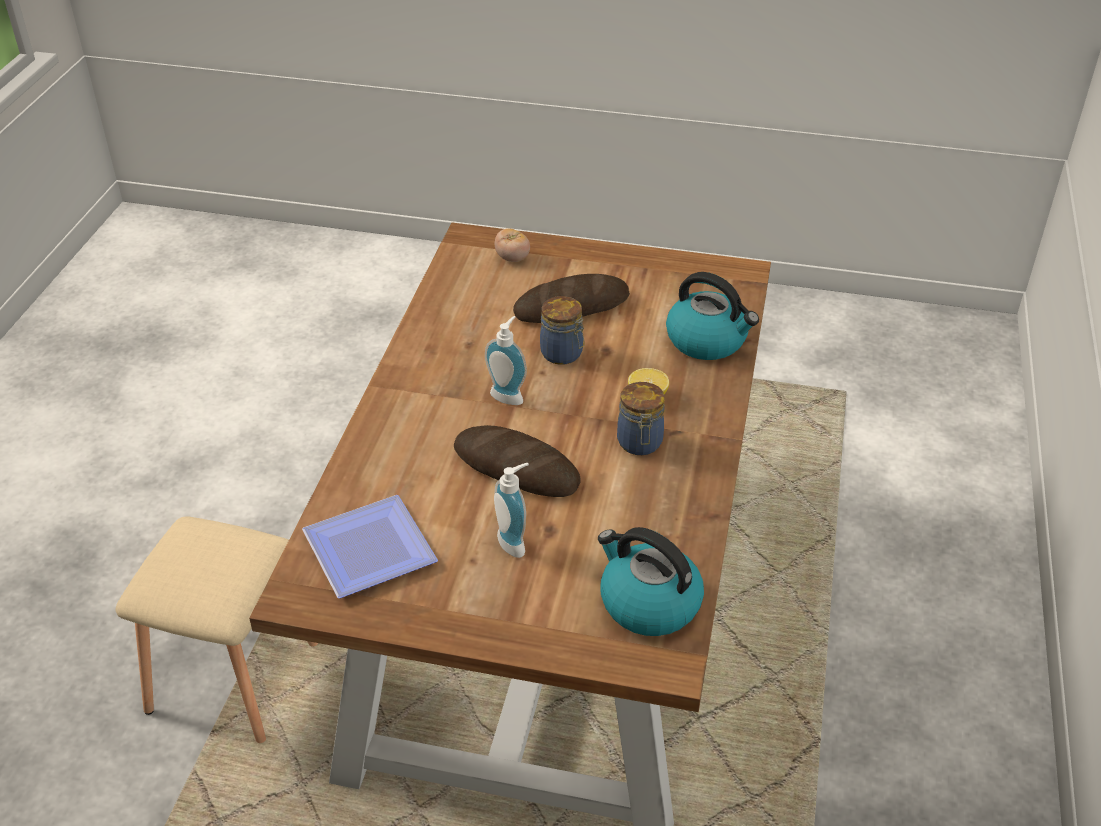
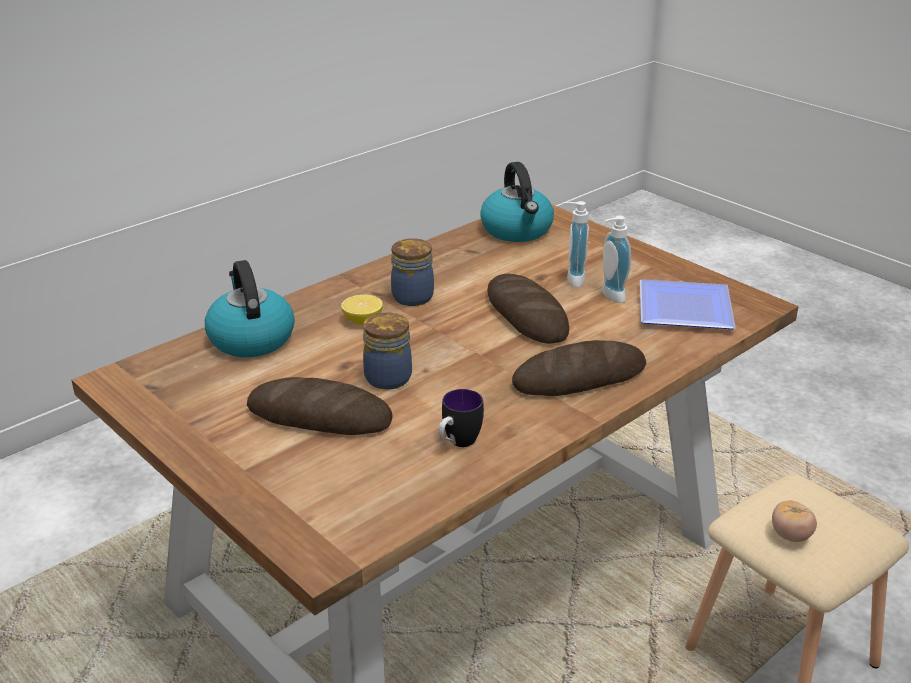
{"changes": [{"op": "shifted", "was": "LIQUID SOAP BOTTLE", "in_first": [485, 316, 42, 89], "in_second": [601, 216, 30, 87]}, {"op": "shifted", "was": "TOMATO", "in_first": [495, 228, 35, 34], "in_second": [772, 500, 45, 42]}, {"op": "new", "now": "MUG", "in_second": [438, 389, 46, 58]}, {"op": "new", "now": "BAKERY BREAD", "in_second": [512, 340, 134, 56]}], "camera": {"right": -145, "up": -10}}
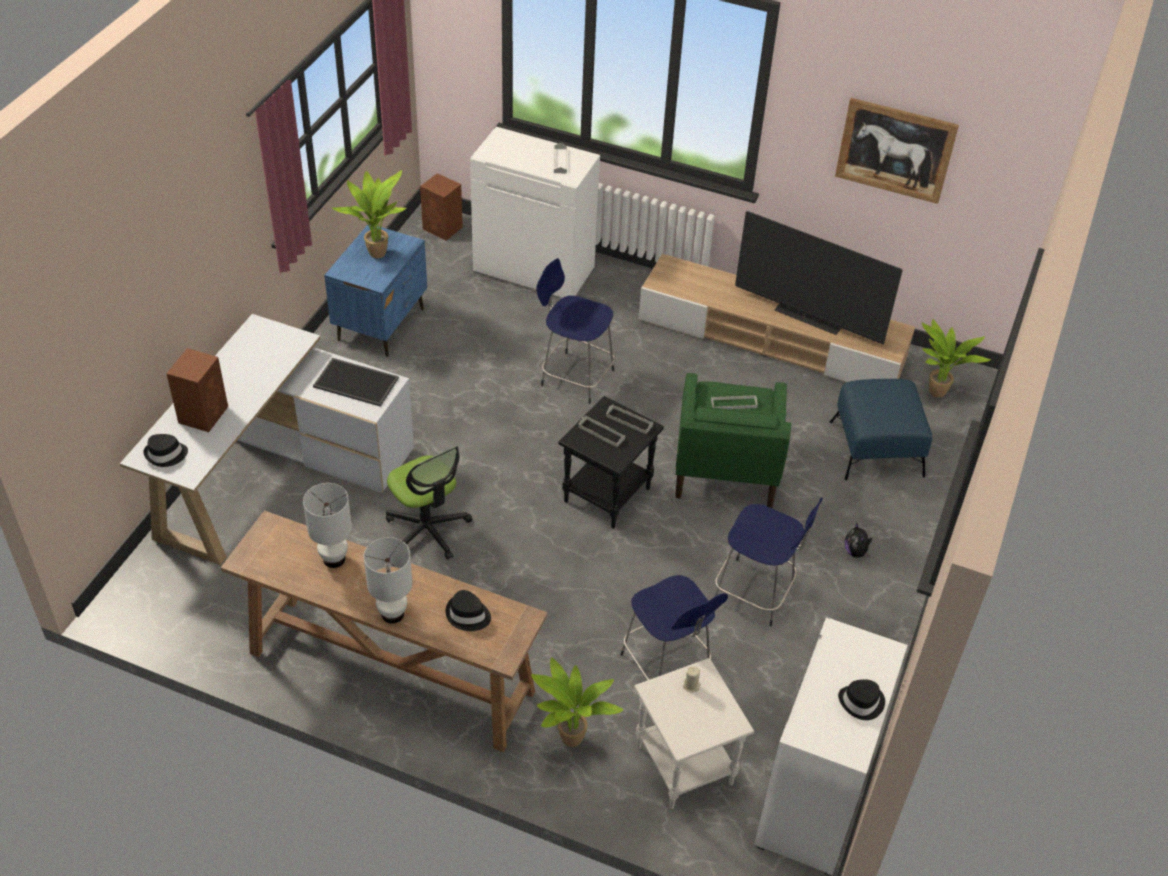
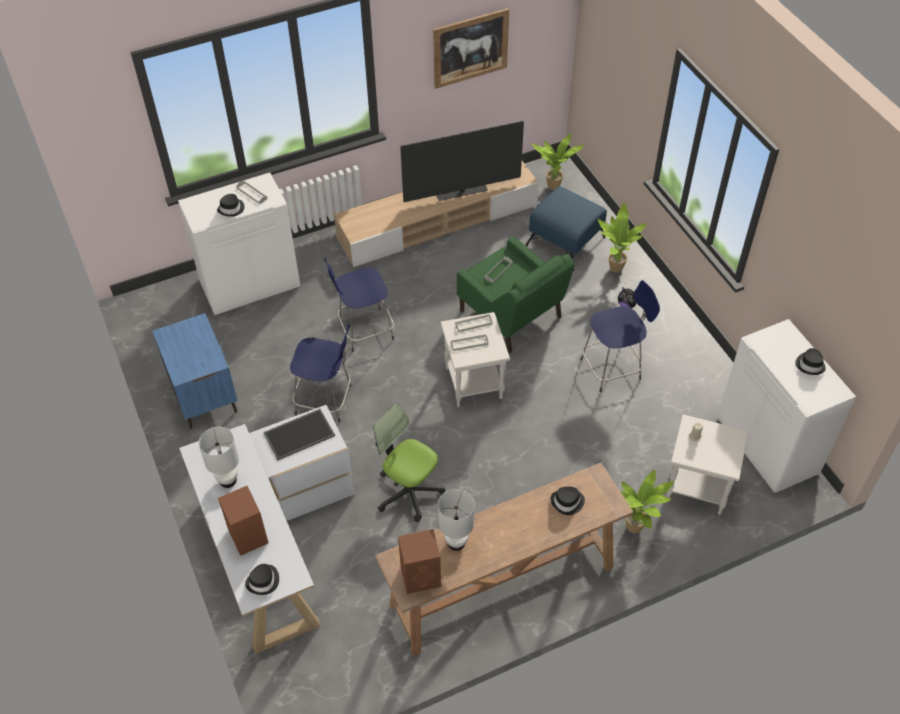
{"changes": [{"op": "shifted", "was": "PLANT IN A POT", "in_first": [332, 170, 74, 88], "in_second": [598, 202, 49, 71]}, {"op": "shifted", "was": "WHITISH TABLE LAMP", "in_first": [364, 537, 48, 86], "in_second": [199, 427, 40, 61]}, {"op": "rotated", "was": "DESK CHAIR", "in_first": [386, 446, 86, 114], "in_second": [374, 404, 71, 118], "clockwise": -150}, {"op": "shifted", "was": "BROWN LOUDSPEAKER", "in_first": [420, 173, 43, 67], "in_second": [398, 529, 43, 65]}, {"op": "repainted", "was": "BLACKISH ACCENT TABLE", "now": "WHITISH ACCENT TABLE", "in_first": [558, 396, 106, 133], "in_second": [440, 312, 70, 95]}, {"op": "shifted", "was": "BLUE-COLOURED STOOL SEAT", "in_first": [620, 575, 108, 105], "in_second": [290, 324, 61, 98]}, {"op": "new", "now": "BLACKISH WEARABLE HAT", "in_second": [217, 194, 27, 23]}], "camera": {"right": -45, "up": 5}}
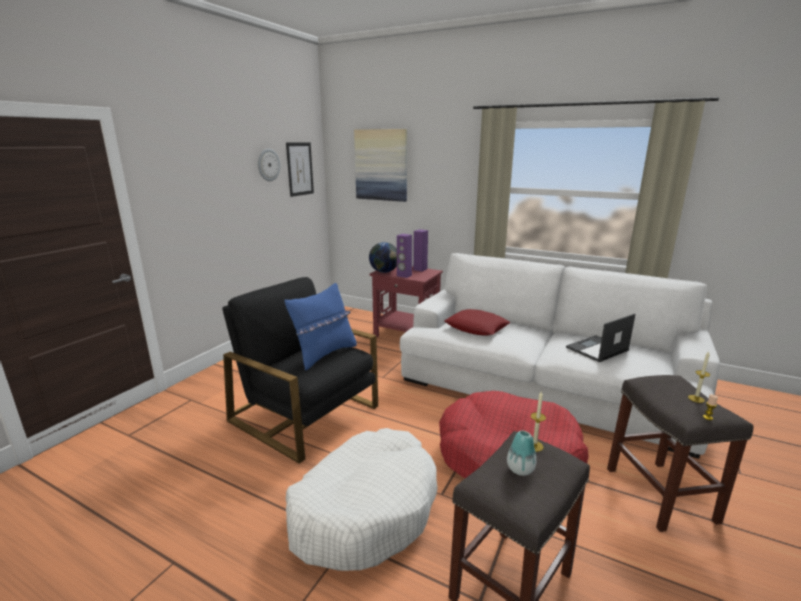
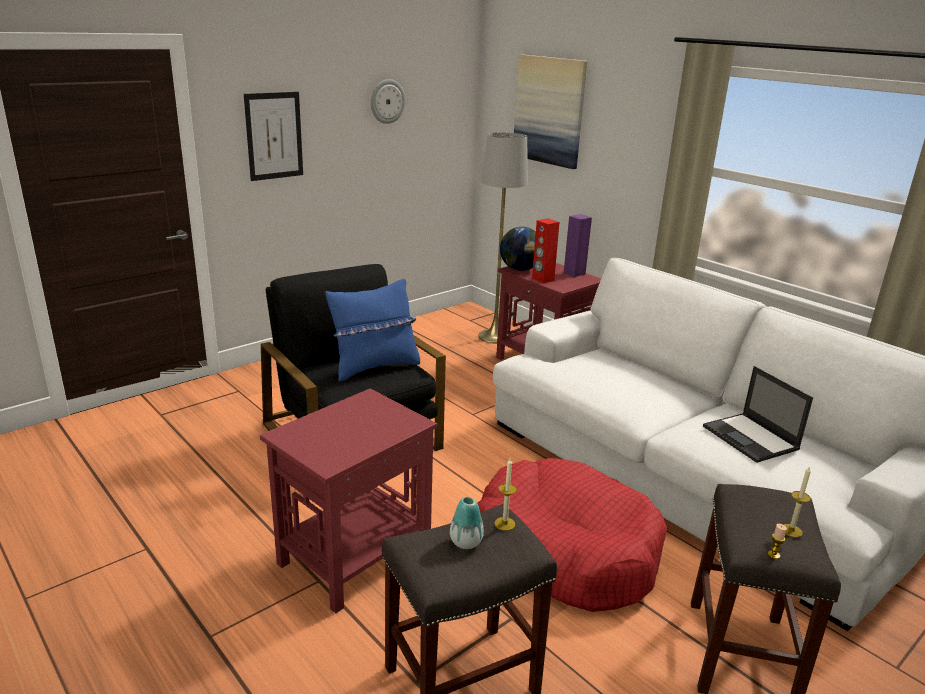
{"changes": [{"op": "shifted", "was": "WALL ART", "in_first": [286, 142, 28, 55], "in_second": [244, 92, 59, 89]}, {"op": "swapped", "was": "WHITISH DOG CUSHION", "now": "RED-COLOURED ACCENT TABLE", "in_first": [286, 428, 152, 143], "in_second": [260, 388, 177, 226]}, {"op": "repainted", "was": "PURPLISH LOUDSPEAKER", "now": "RED-COLOURED LOUDSPEAKER", "in_first": [397, 234, 15, 44], "in_second": [532, 218, 27, 65]}, {"op": "gone", "was": "RED-COLOURED THROW PILLOW", "in_first": [445, 309, 65, 27]}, {"op": "rotated", "was": "LAPTOP", "in_first": [566, 314, 69, 48], "in_second": [703, 366, 110, 97], "clockwise": -105}, {"op": "new", "now": "GREYISH STANDING LAMP", "in_second": [478, 132, 50, 212]}], "camera": {"right": 20, "up": 5}}
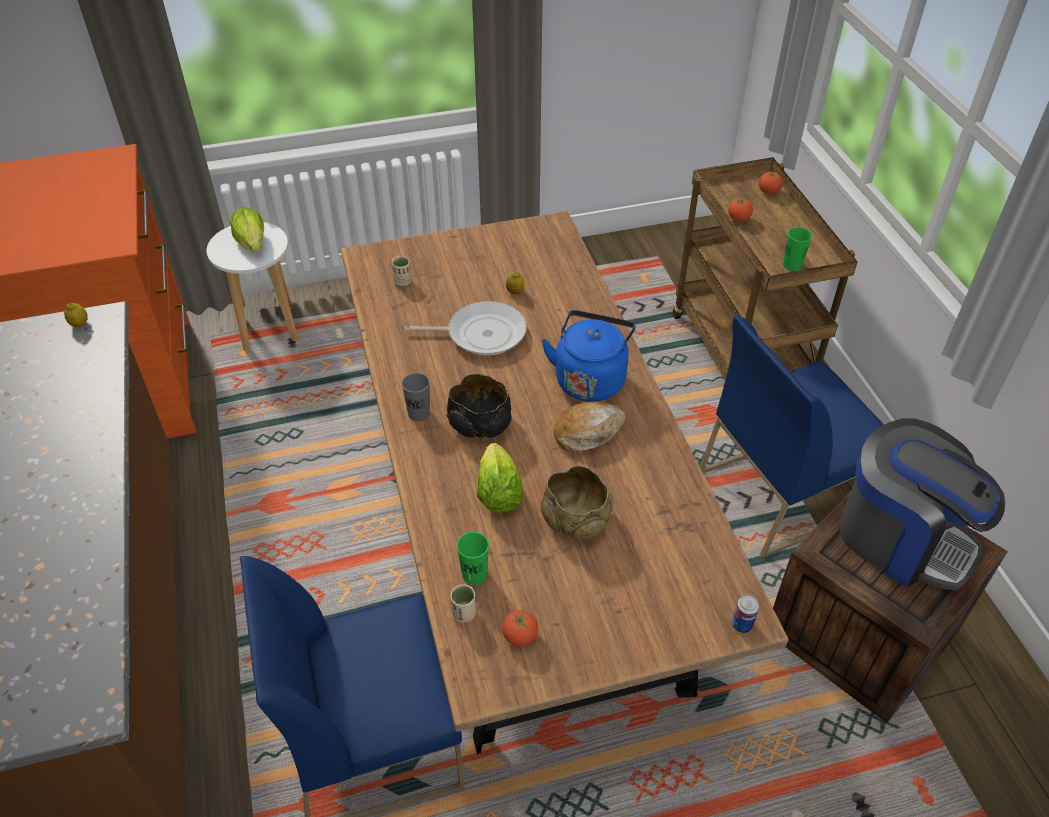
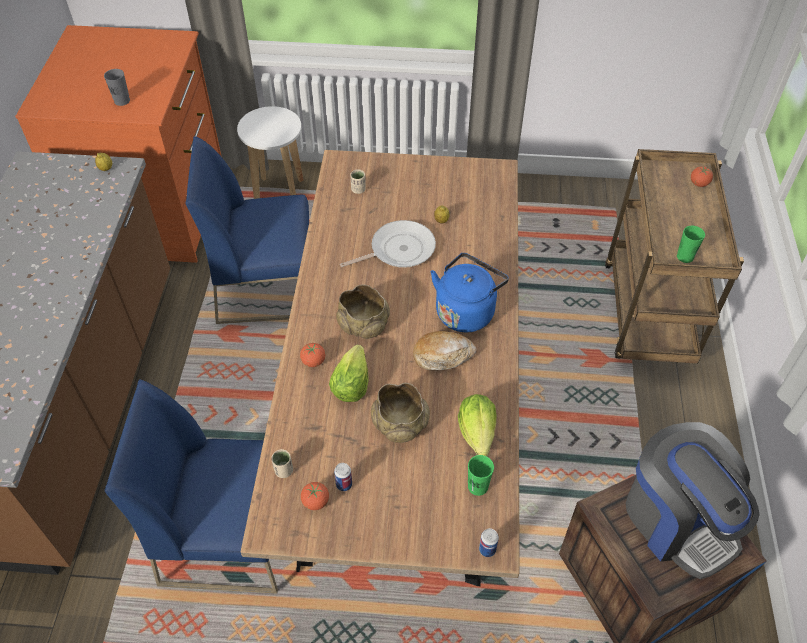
{"changes": [{"op": "shifted", "was": "LETTUCE HEAD", "in_first": [230, 208, 34, 43], "in_second": [458, 394, 39, 62]}, {"op": "shifted", "was": "GREYISH CUP", "in_first": [402, 373, 28, 48], "in_second": [104, 69, 26, 37]}, {"op": "rotated", "was": "PAN", "in_first": [405, 301, 122, 54], "in_second": [340, 220, 96, 48], "clockwise": -45}, {"op": "repainted", "was": "BLACKISH SERVING BOWL", "now": "BEIGE SERVING BOWL", "in_first": [446, 374, 66, 64], "in_second": [336, 285, 54, 54]}, {"op": "shifted", "was": "GREEN CUP", "in_first": [457, 532, 32, 53], "in_second": [468, 455, 26, 41]}, {"op": "shifted", "was": "BLUE-COLOURED PLAIN CHAIR", "in_first": [700, 316, 184, 242], "in_second": [186, 136, 123, 188]}, {"op": "shifted", "was": "TOMATO", "in_first": [728, 198, 25, 24], "in_second": [300, 343, 25, 24]}, {"op": "new", "now": "CAN", "in_second": [334, 463, 18, 28]}], "camera": {"right": 20, "up": 5}}
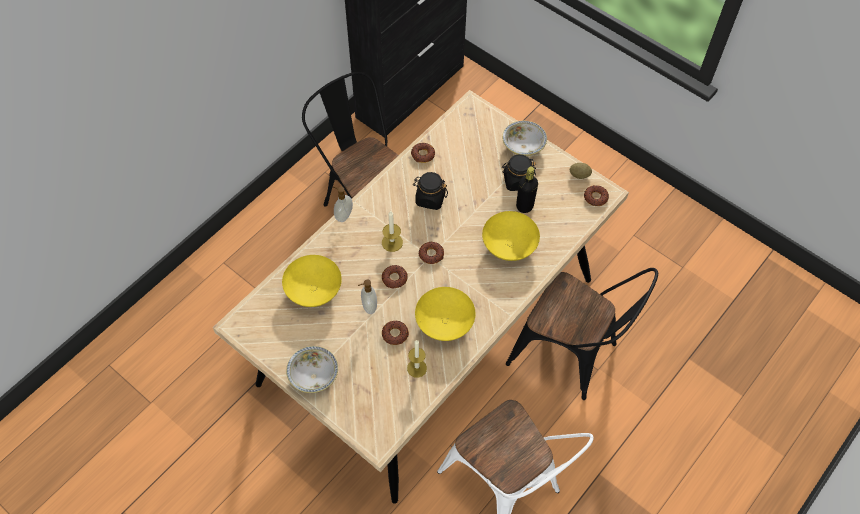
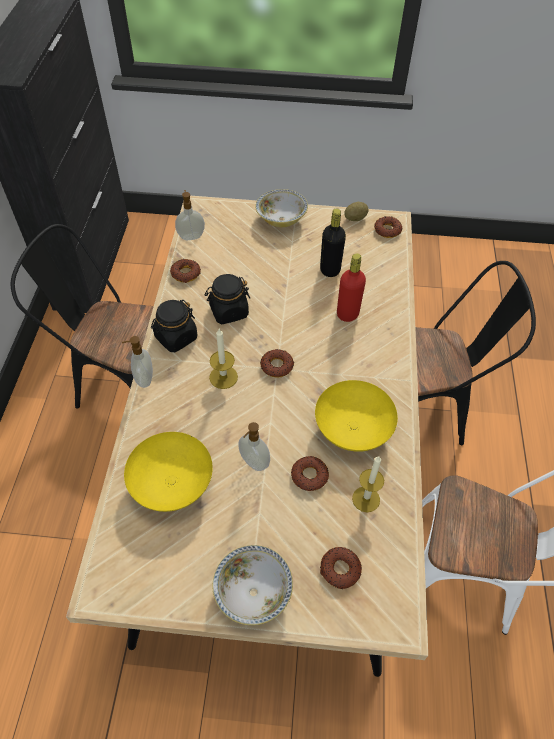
{"changes": [{"op": "shifted", "was": "DONUT", "in_first": [382, 265, 26, 23], "in_second": [320, 547, 42, 42]}, {"op": "swapped", "was": "YELLOW-COLOURED SERVING BOWL", "now": "RED-COLOURED BEVERAGE BOTTLE", "in_first": [482, 211, 58, 50], "in_second": [337, 254, 29, 68]}, {"op": "shifted", "was": "BLACKISH JAR", "in_first": [502, 154, 34, 37], "in_second": [151, 300, 46, 52]}, {"op": "new", "now": "LIQUID SOAP BOTTLE", "in_second": [175, 190, 30, 50]}], "camera": {"right": -35, "up": -5}}
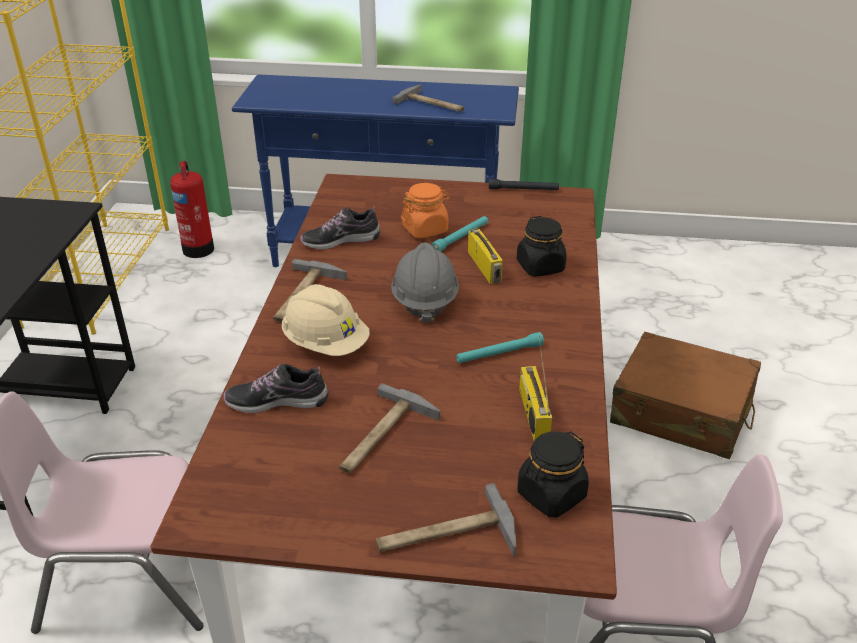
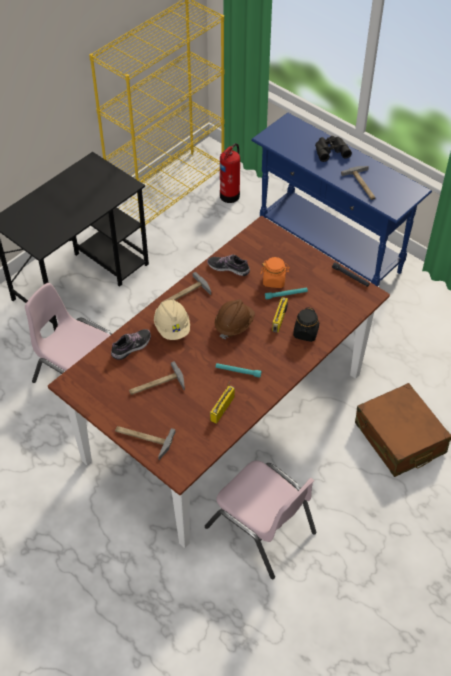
{"changes": [{"op": "rotated", "was": "ITEM OF FOOTWEAR", "in_first": [224, 364, 104, 49], "in_second": [111, 329, 40, 31], "clockwise": 105}, {"op": "repainted", "was": "GREYISH HARD HAT", "now": "BROWN HARD HAT", "in_first": [391, 242, 68, 81], "in_second": [215, 299, 40, 41]}, {"op": "gone", "was": "BLACKISH JAR", "in_first": [517, 431, 72, 87]}, {"op": "new", "now": "BLACKISH BINOCULARS", "in_second": [315, 136, 37, 26]}], "camera": {"right": 35, "up": 15}}
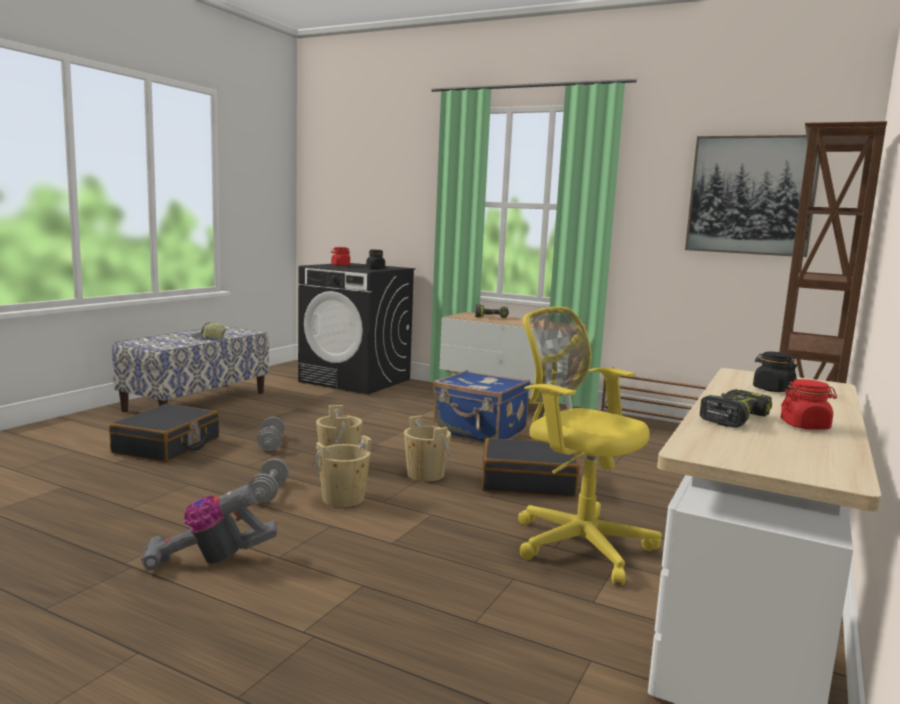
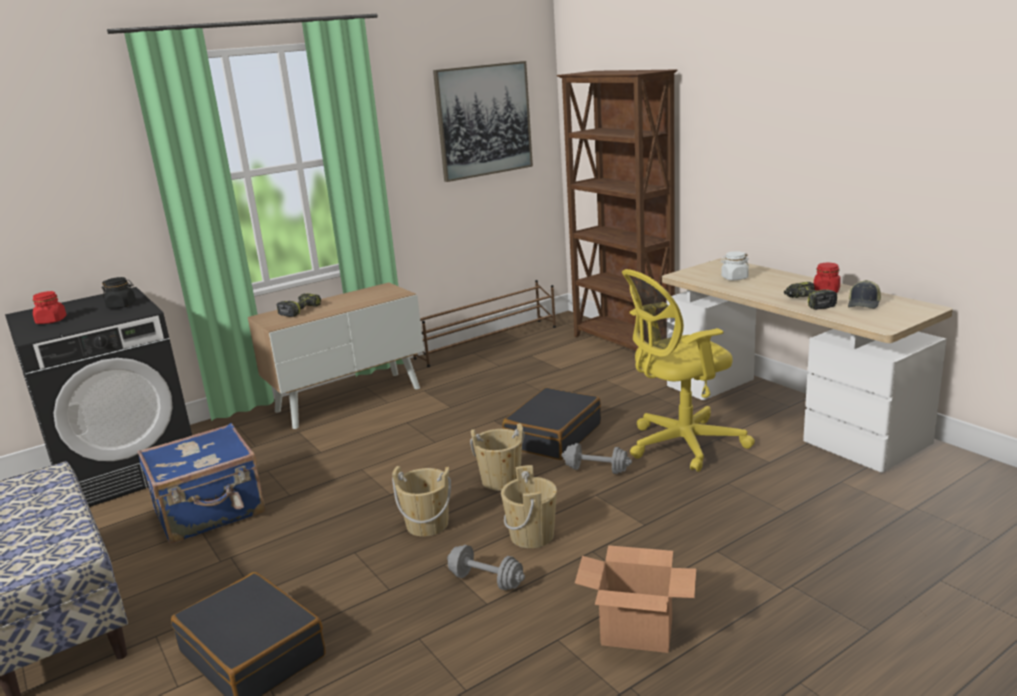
{"changes": [{"op": "swapped", "was": "VACUUM", "now": "PACKING BOX", "in_first": [141, 484, 136, 87], "in_second": [575, 545, 121, 108]}, {"op": "shifted", "was": "PEAKED CAP", "in_first": [192, 322, 34, 16], "in_second": [848, 280, 33, 29]}, {"op": "shifted", "was": "GREYISH FREE WEIGHT", "in_first": [257, 417, 28, 34], "in_second": [562, 443, 70, 31]}, {"op": "shifted", "was": "BLUE-COLOURED PIECE OF LUGGAGE", "in_first": [433, 370, 97, 72], "in_second": [137, 423, 129, 121]}, {"op": "repainted", "was": "BLACKISH JAR", "now": "WHITISH JAR", "in_first": [753, 352, 44, 40], "in_second": [721, 251, 28, 29]}], "camera": {"right": -60, "up": 10}}
